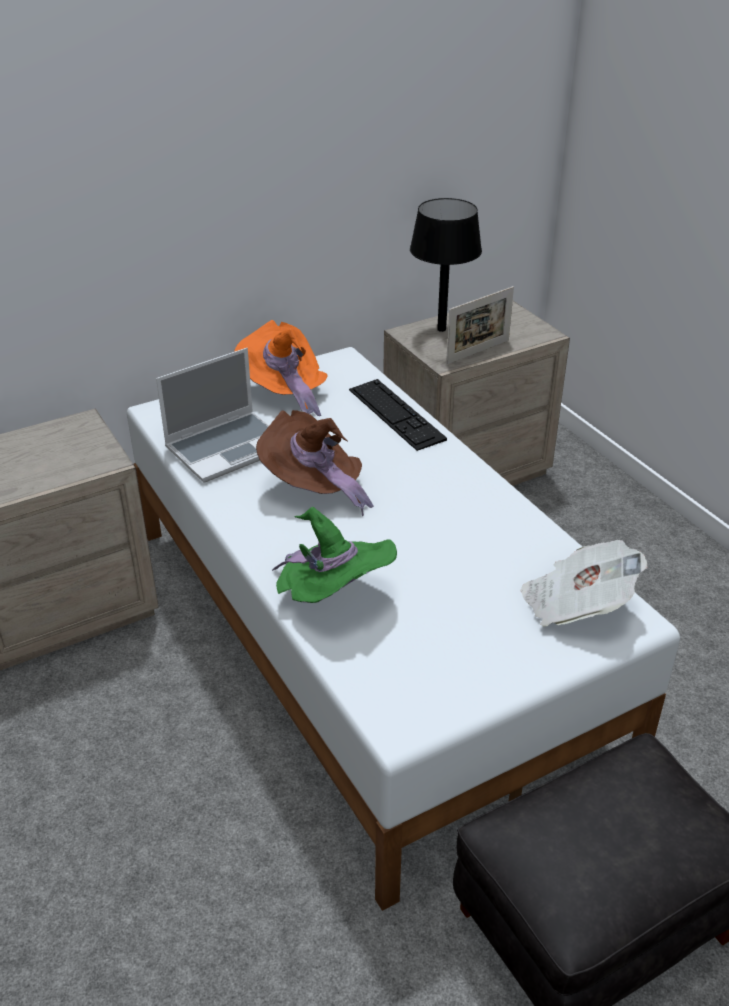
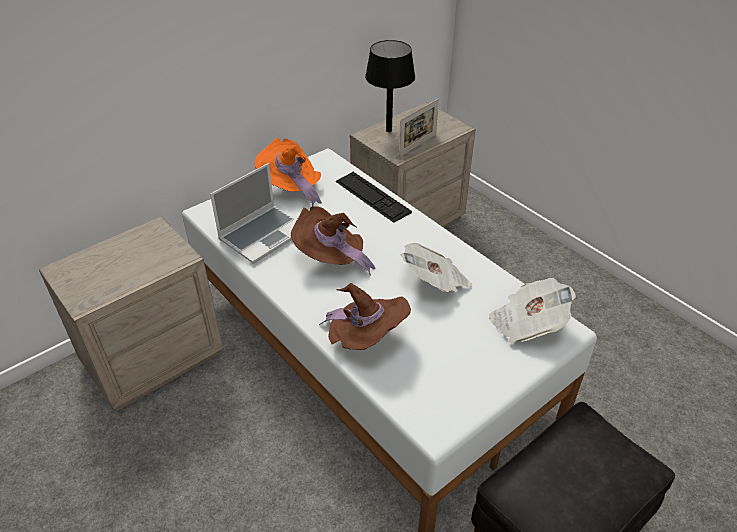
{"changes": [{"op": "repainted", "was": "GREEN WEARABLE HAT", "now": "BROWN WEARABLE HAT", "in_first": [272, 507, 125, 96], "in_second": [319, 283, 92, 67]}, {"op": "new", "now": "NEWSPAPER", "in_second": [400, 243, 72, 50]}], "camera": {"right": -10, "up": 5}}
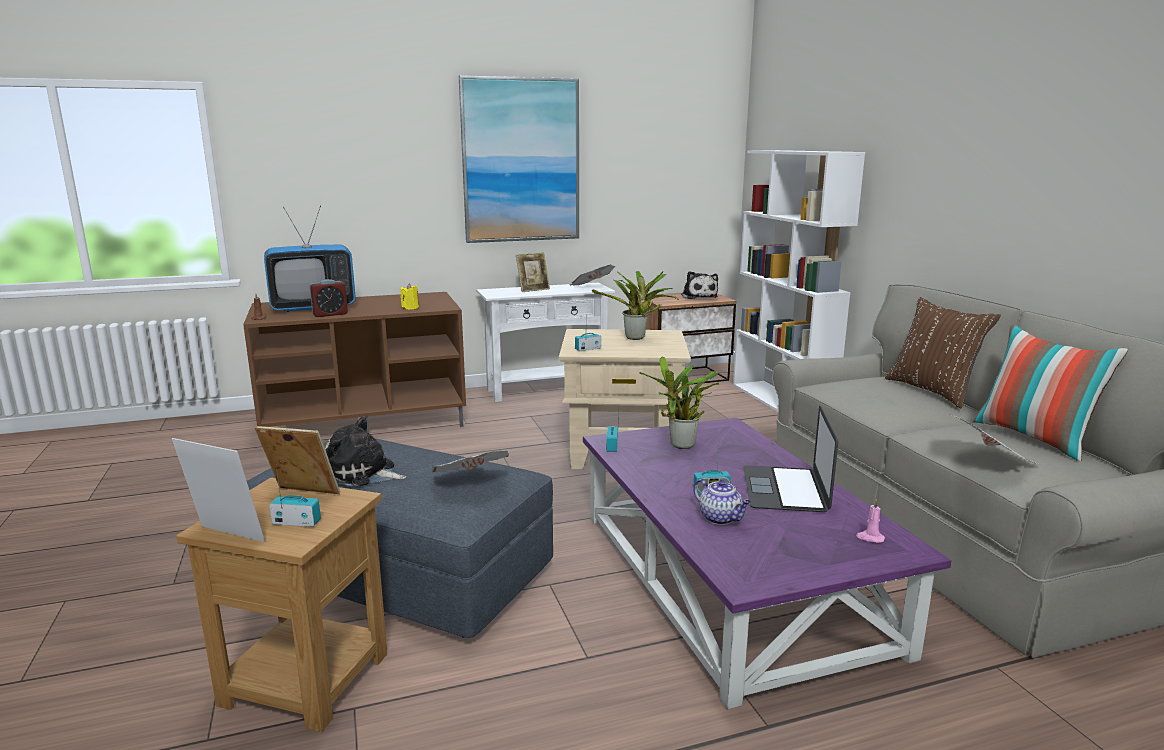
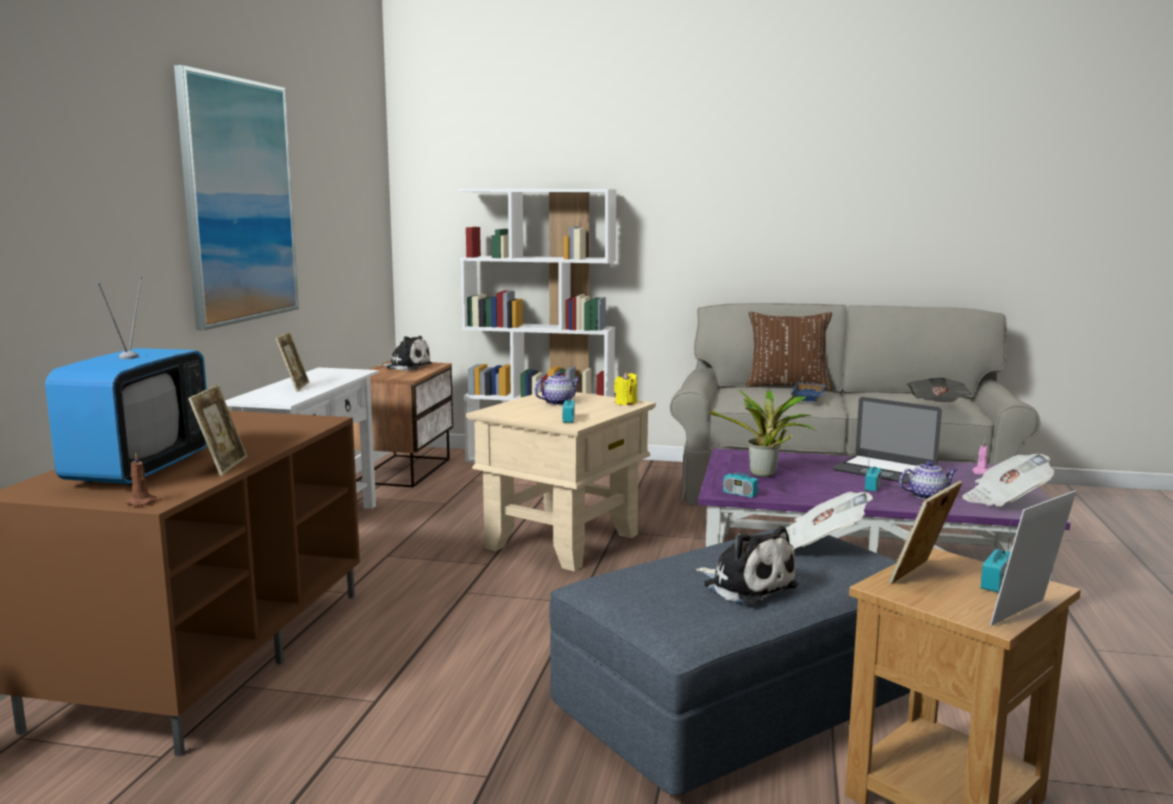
{"changes": [{"op": "swapped", "was": "BEDSIDE CLOCK", "now": "STANDING FRAME", "in_first": [310, 279, 38, 38], "in_second": [188, 385, 59, 91]}, {"op": "rotated", "was": "CUDDLY TOY", "in_first": [325, 417, 81, 70], "in_second": [696, 526, 102, 79], "clockwise": -90}, {"op": "shifted", "was": "YELLOW-COLOURED WAX CANDLE", "in_first": [400, 283, 19, 26], "in_second": [614, 372, 23, 33]}, {"op": "shifted", "was": "NEWSPAPER", "in_first": [570, 265, 45, 21], "in_second": [962, 454, 92, 53]}, {"op": "swapped", "was": "PLANT IN A POT", "now": "POT FOR TEA", "in_first": [592, 271, 87, 69], "in_second": [534, 372, 46, 33]}, {"op": "gone", "was": "THROW PILLOW", "in_first": [973, 324, 155, 138]}, {"op": "new", "now": "BLUE-COLOURED CARRYING TRAY", "in_second": [791, 382, 35, 19]}], "camera": {"right": -60, "up": -5}}
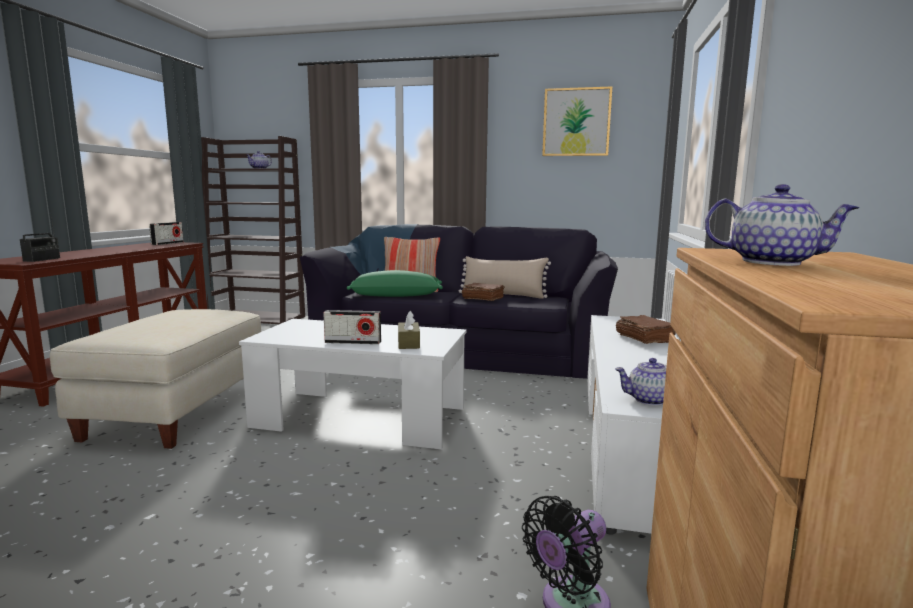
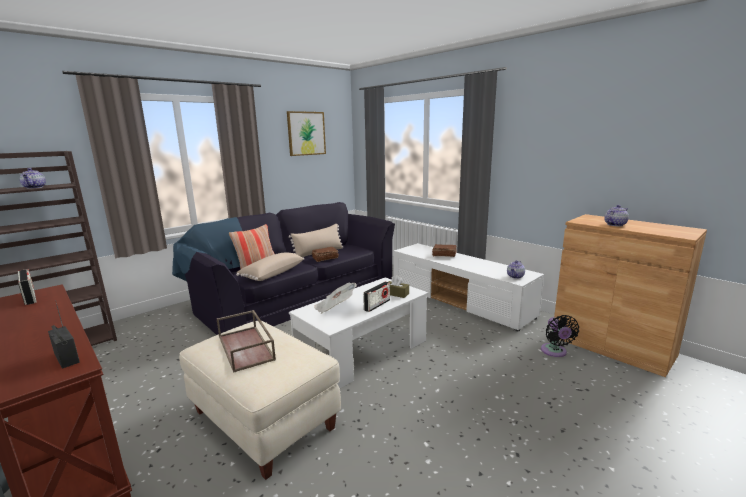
{"changes": [{"op": "repainted", "was": "GREEN THROW PILLOW", "now": "BEIGE THROW PILLOW", "in_first": [347, 270, 96, 27], "in_second": [236, 253, 68, 28]}, {"op": "new", "now": "BROWN CARRYING TRAY", "in_second": [217, 310, 59, 63]}, {"op": "new", "now": "NEWSPAPER", "in_second": [314, 283, 43, 31]}], "camera": {"right": -55, "up": 5}}
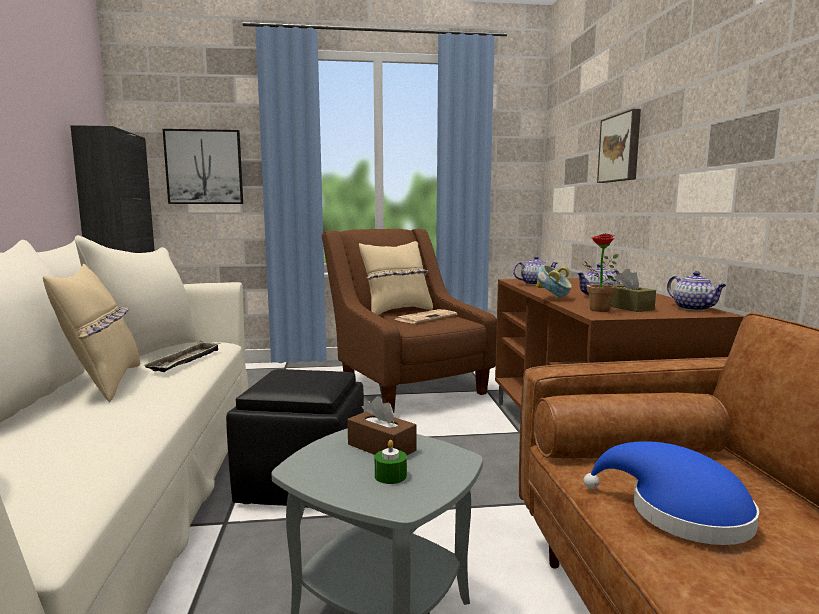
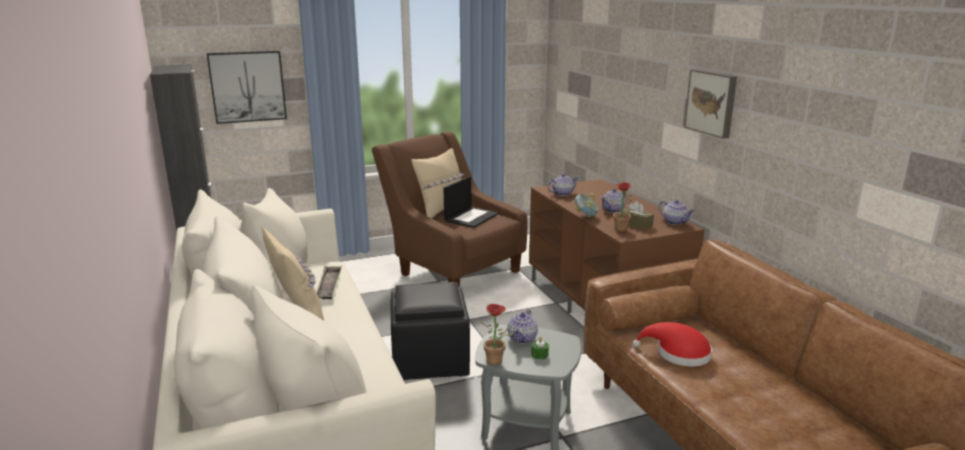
{"changes": [{"op": "swapped", "was": "BROWN TISSUE BOX", "now": "POT FOR TEA", "in_first": [347, 396, 69, 59], "in_second": [507, 310, 31, 34]}, {"op": "swapped", "was": "NEWSPAPER", "now": "LAPTOP", "in_first": [394, 309, 63, 15], "in_second": [443, 176, 56, 52]}, {"op": "repainted", "was": "BLUE-COLOURED WEARABLE HAT", "now": "RED-COLOURED WEARABLE HAT", "in_first": [584, 441, 175, 104], "in_second": [633, 322, 79, 44]}, {"op": "shifted", "was": "WALL ART", "in_first": [597, 109, 44, 74], "in_second": [684, 69, 53, 70]}, {"op": "new", "now": "PLANT IN A POT", "in_second": [480, 304, 34, 61]}], "camera": {"right": -15, "up": 10}}
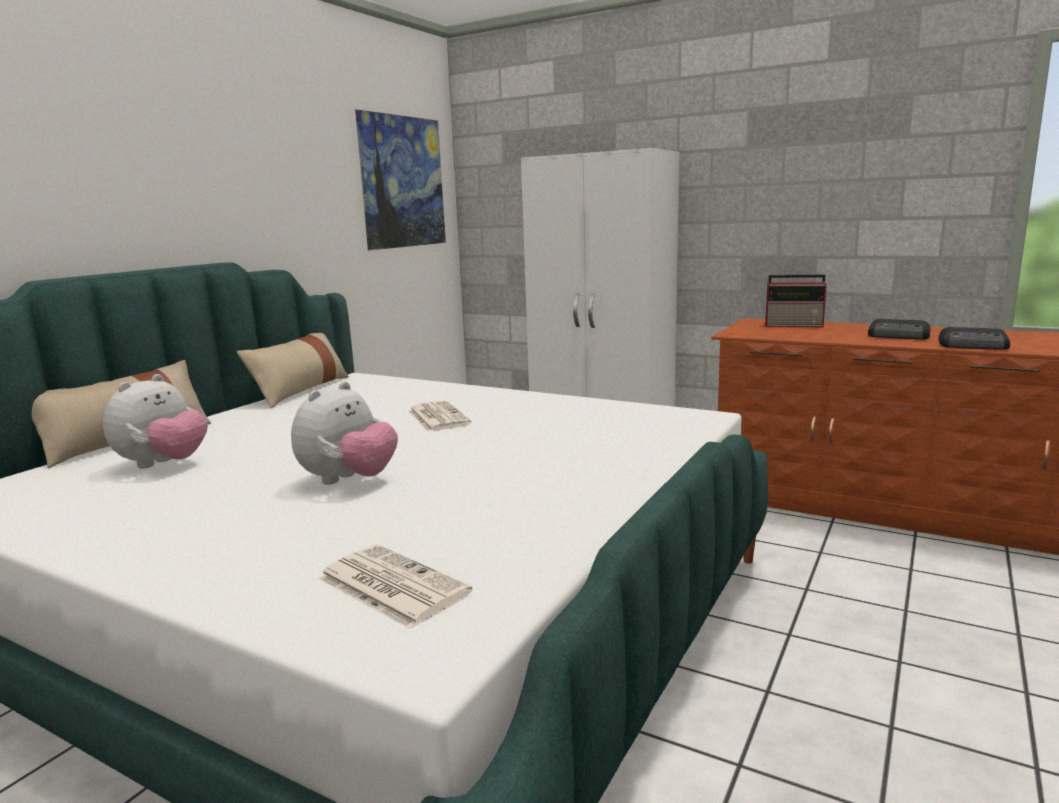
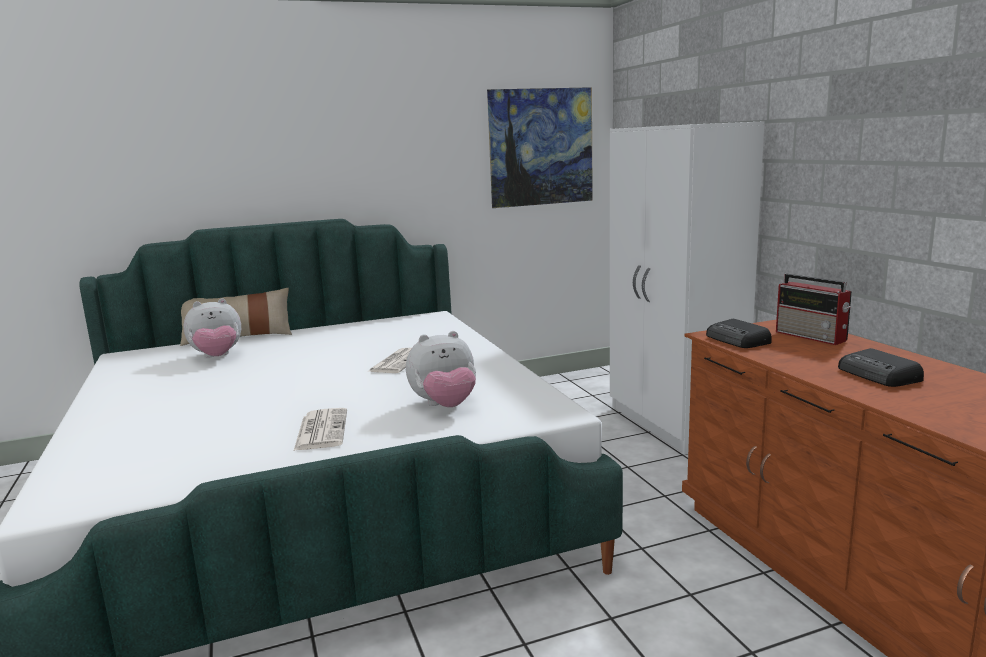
{"changes": [{"op": "gone", "was": "BEIGE THROW PILLOW", "in_first": [237, 333, 112, 76]}, {"op": "shifted", "was": "CUDDLY TOY", "in_first": [291, 382, 107, 102], "in_second": [406, 331, 70, 76]}, {"op": "shifted", "was": "NEWSPAPER", "in_first": [318, 545, 154, 84], "in_second": [294, 408, 53, 42]}, {"op": "shifted", "was": "RADIO RECEIVER", "in_first": [938, 327, 72, 23], "in_second": [706, 319, 65, 29]}], "camera": {"right": 40, "up": 0}}
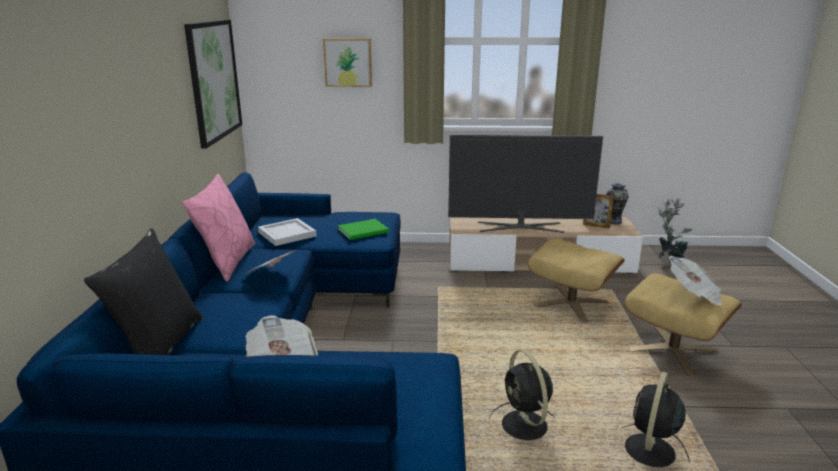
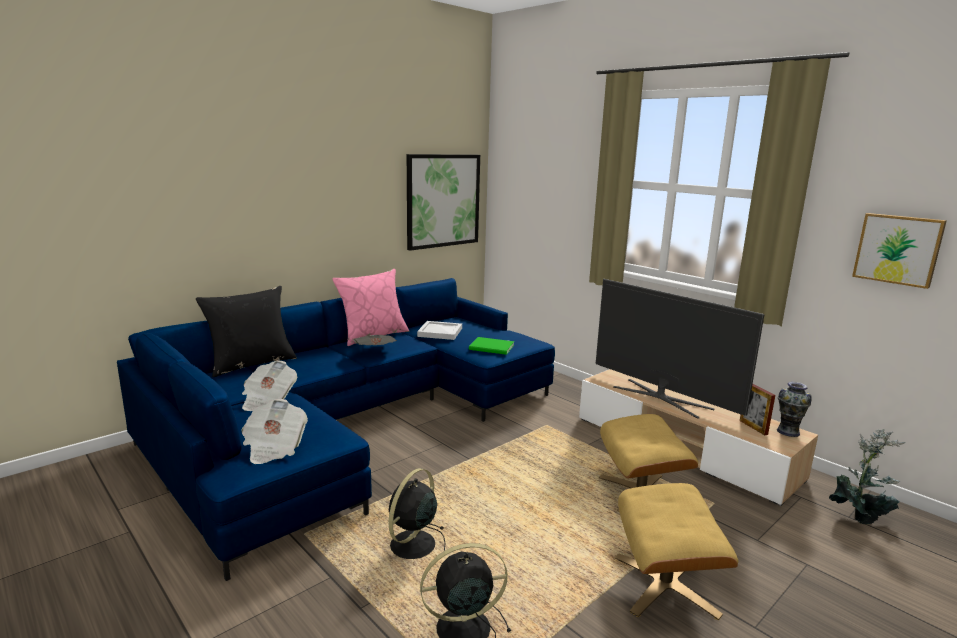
{"changes": [{"op": "shifted", "was": "WALL ART", "in_first": [323, 38, 49, 49], "in_second": [852, 213, 95, 76]}, {"op": "shifted", "was": "NEWSPAPER", "in_first": [669, 256, 53, 50], "in_second": [241, 399, 67, 65]}], "camera": {"right": 45, "up": -5}}
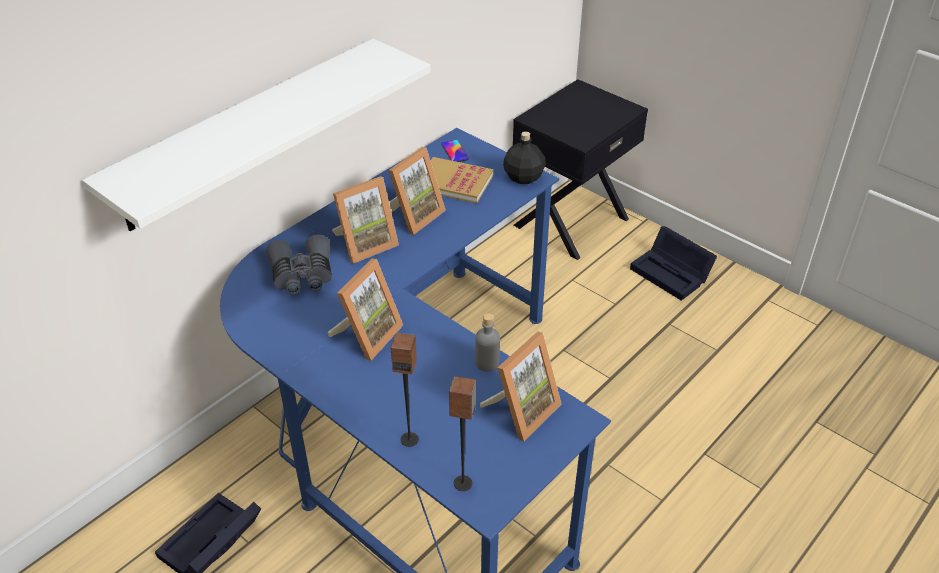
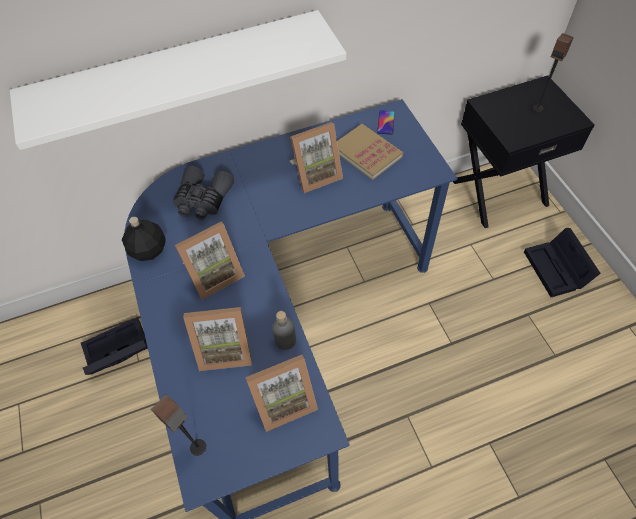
{"changes": [{"op": "shifted", "was": "STANDING FRAME", "in_first": [332, 176, 67, 88], "in_second": [183, 307, 69, 64]}, {"op": "shifted", "was": "LOUDSPEAKER", "in_first": [391, 333, 28, 114], "in_second": [533, 33, 41, 79]}, {"op": "shifted", "was": "BLACKISH BEVERAGE BOTTLE", "in_first": [503, 132, 43, 52], "in_second": [122, 217, 44, 44]}], "camera": {"right": 30, "up": 15}}
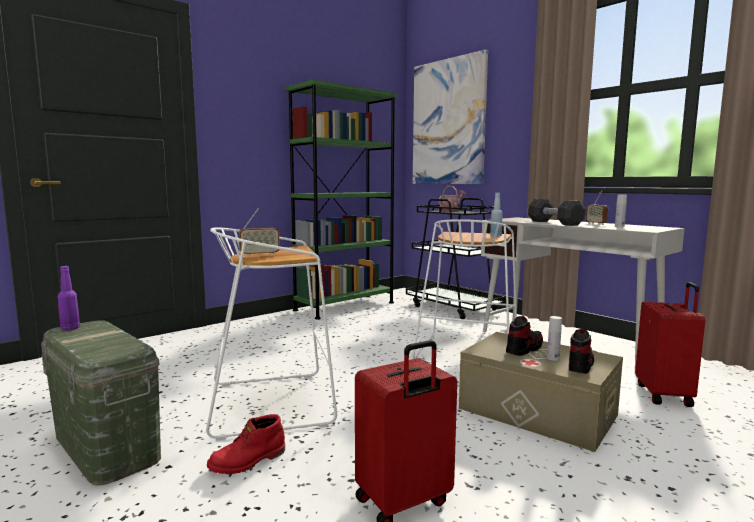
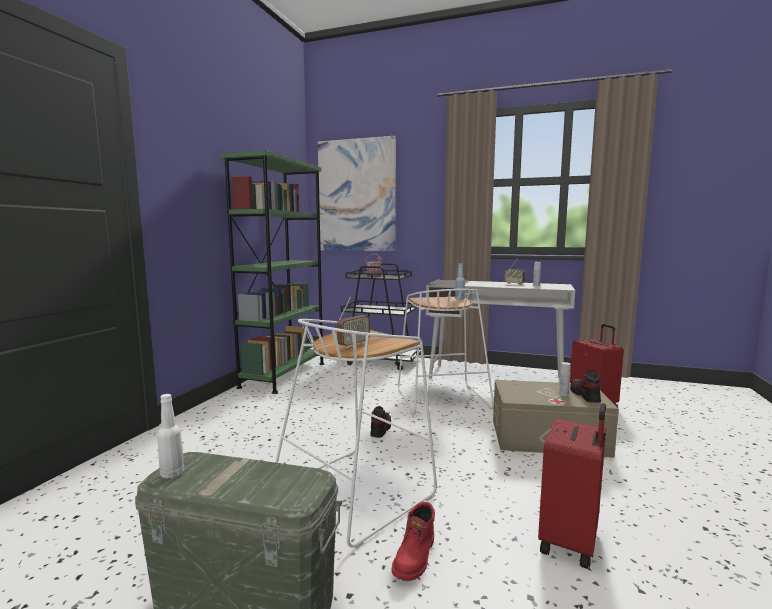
{"changes": [{"op": "repainted", "was": "PURPLISH BEVERAGE BOTTLE", "now": "WHITISH BEVERAGE BOTTLE", "in_first": [58, 266, 22, 65], "in_second": [157, 394, 27, 85]}, {"op": "shifted", "was": "ITEM OF FOOTWEAR", "in_first": [506, 316, 37, 40], "in_second": [370, 406, 21, 32]}, {"op": "gone", "was": "BLACKISH FREE WEIGHT", "in_first": [528, 199, 57, 27]}], "camera": {"right": -30, "up": 0}}
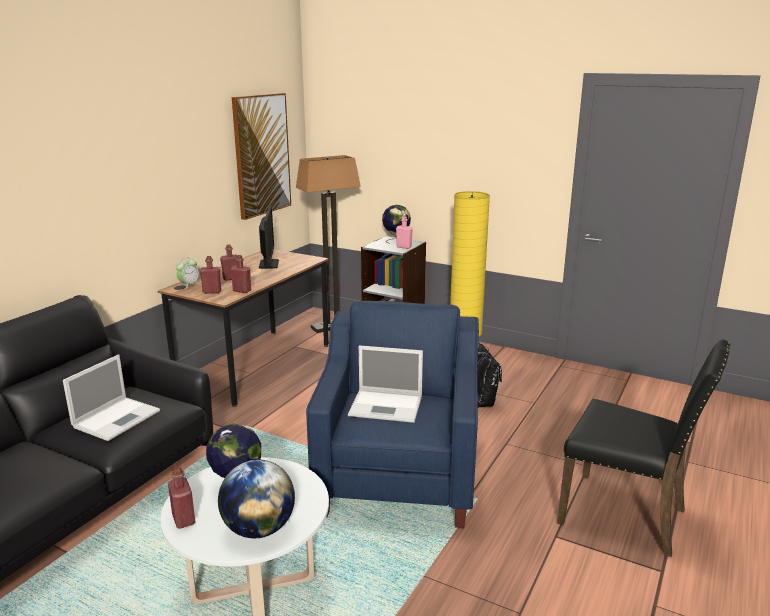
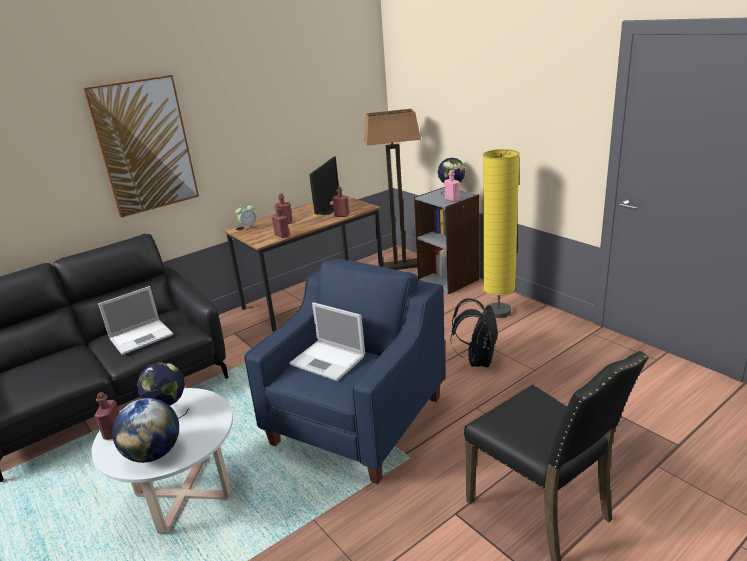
{"changes": [{"op": "shifted", "was": "RED-COLOURED BEVERAGE BOTTLE", "in_first": [200, 256, 21, 38], "in_second": [332, 187, 17, 30]}, {"op": "shifted", "was": "WALL ART", "in_first": [232, 93, 59, 127], "in_second": [83, 75, 116, 142]}], "camera": {"right": 25, "up": 5}}
